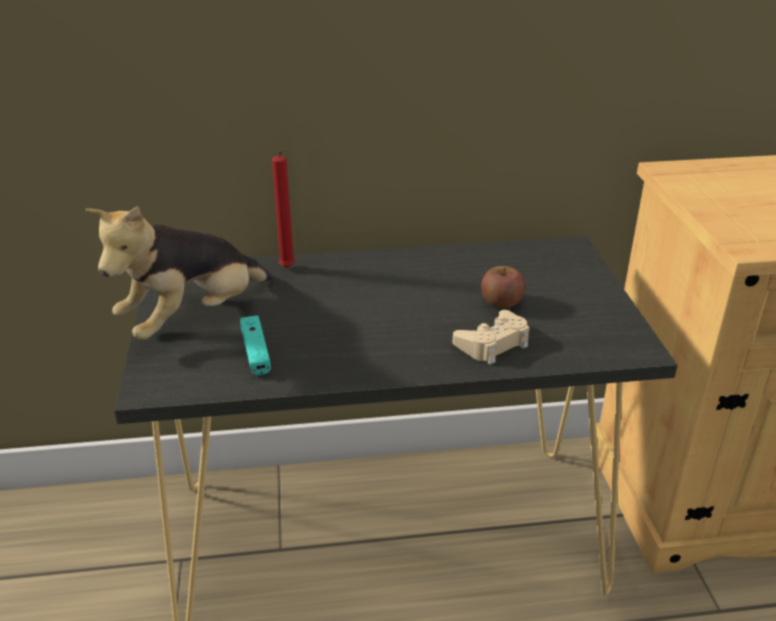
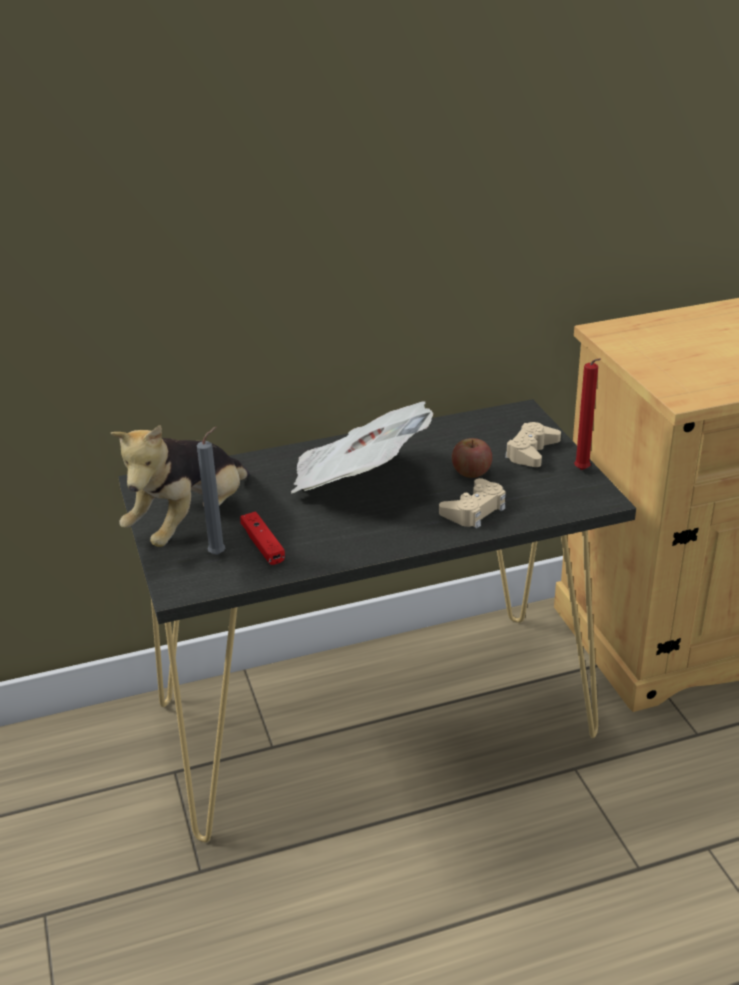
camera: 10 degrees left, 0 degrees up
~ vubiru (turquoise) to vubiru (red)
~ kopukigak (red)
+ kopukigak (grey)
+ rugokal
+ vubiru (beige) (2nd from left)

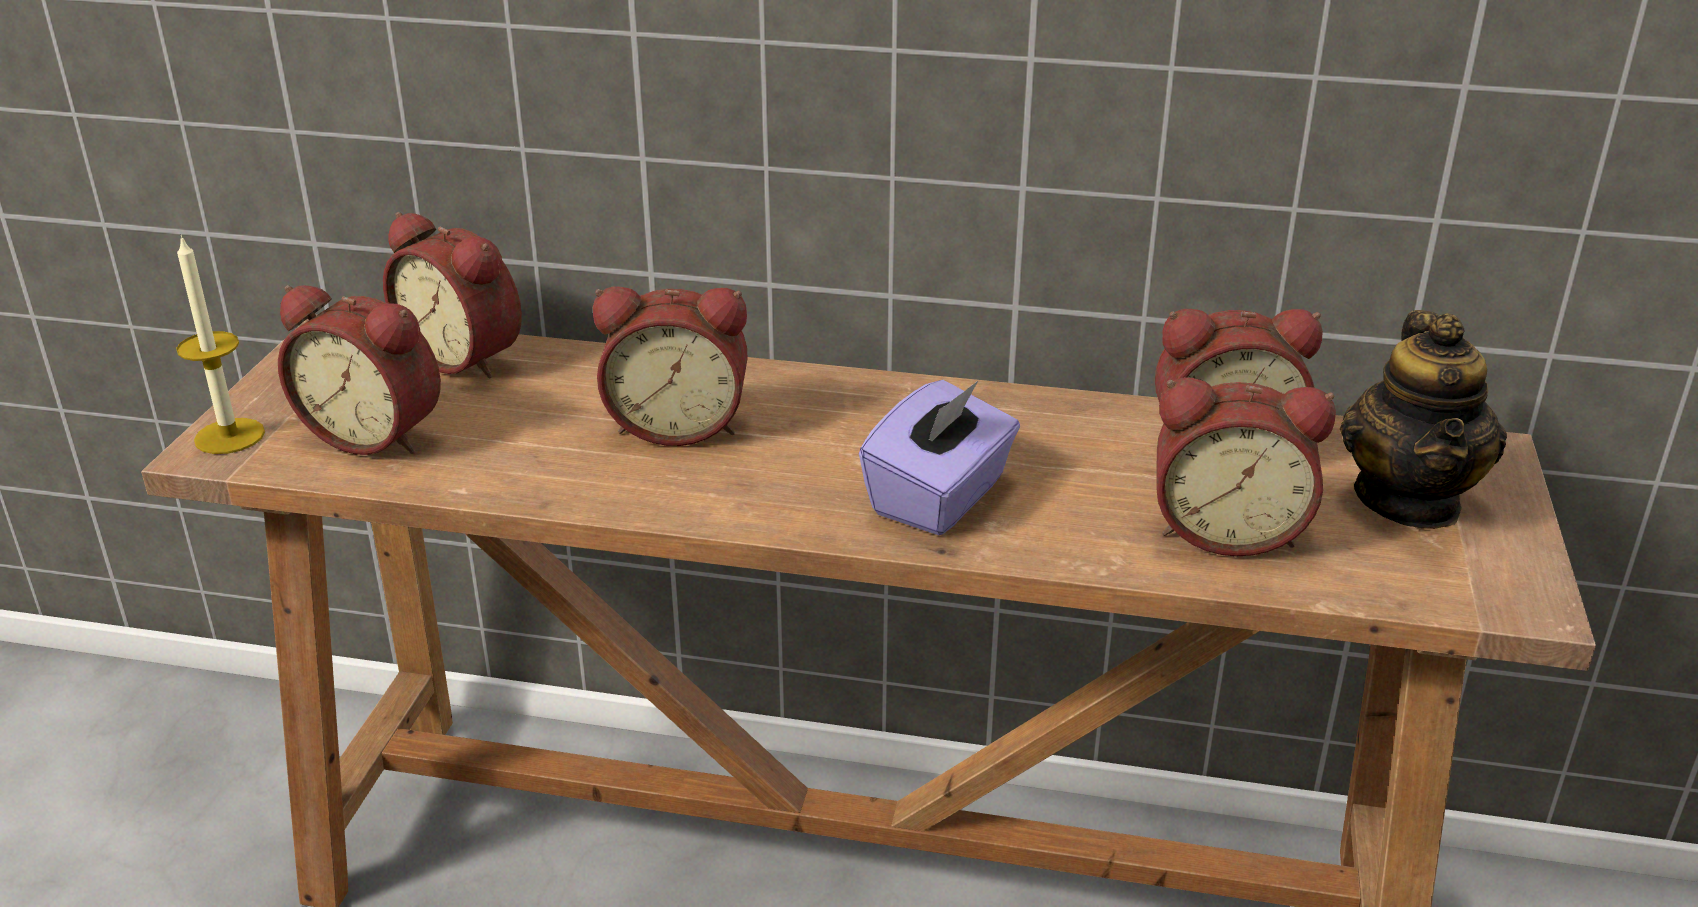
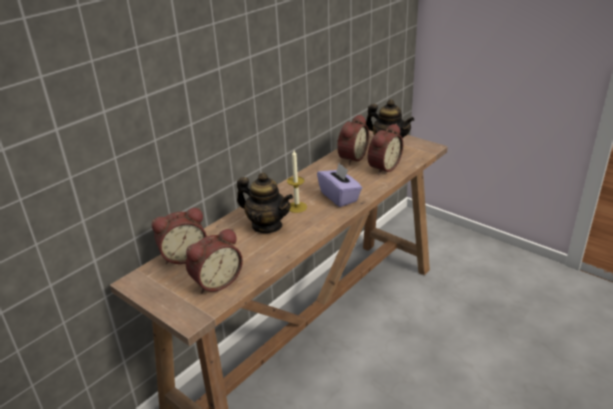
camera: 60 degrees left, 0 degrees up
~ kopukigak
~ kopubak (3rd from left) to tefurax (1st from left)

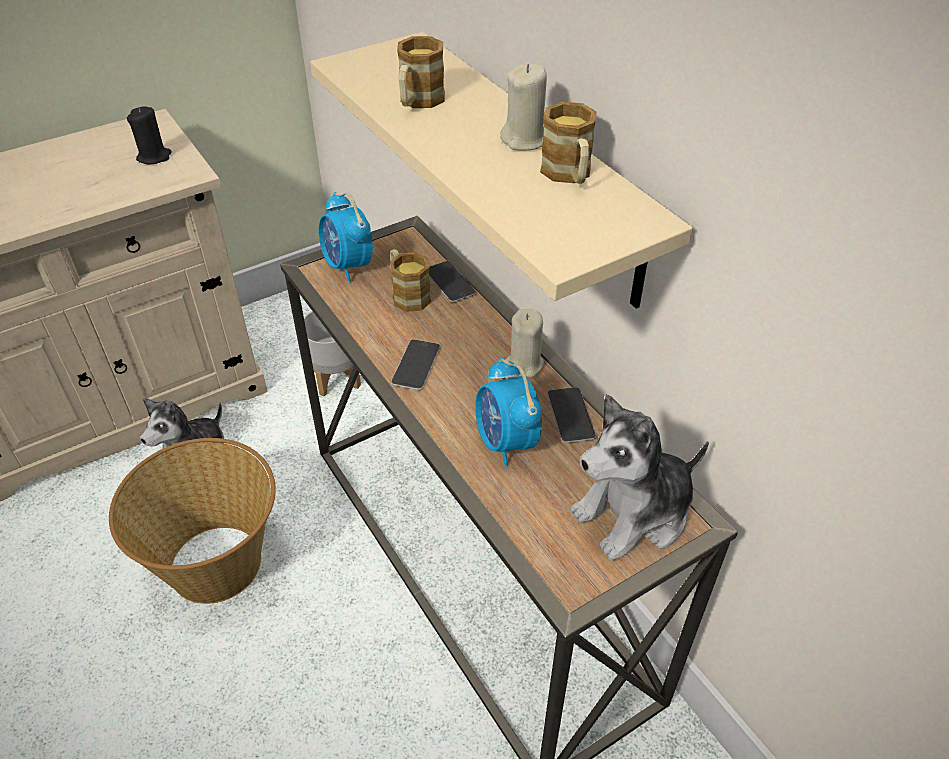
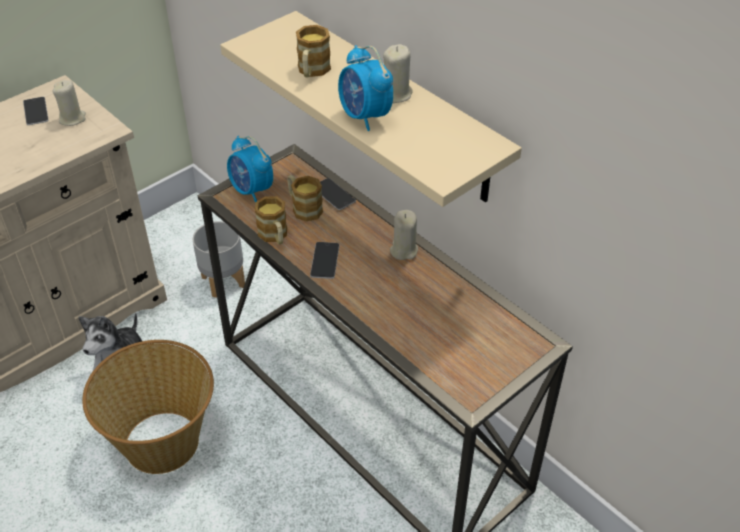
camera: 10 degrees left, 0 degrees up
~ kopukigak (black) to kopukigak (beige) (1st from left)
~ kopubak (2nd from left)
~ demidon (3rd from left in the first image) to demidon (1st from left)
~ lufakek (3rd from left in the first image) to lufakek (1st from left)
- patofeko (2nd from left)

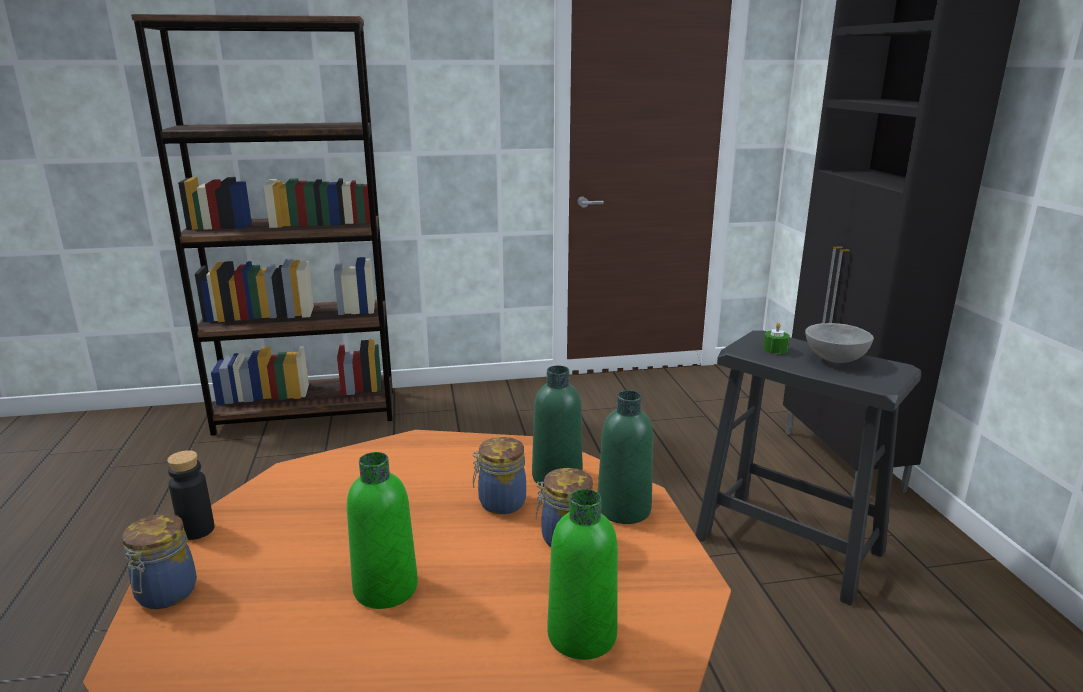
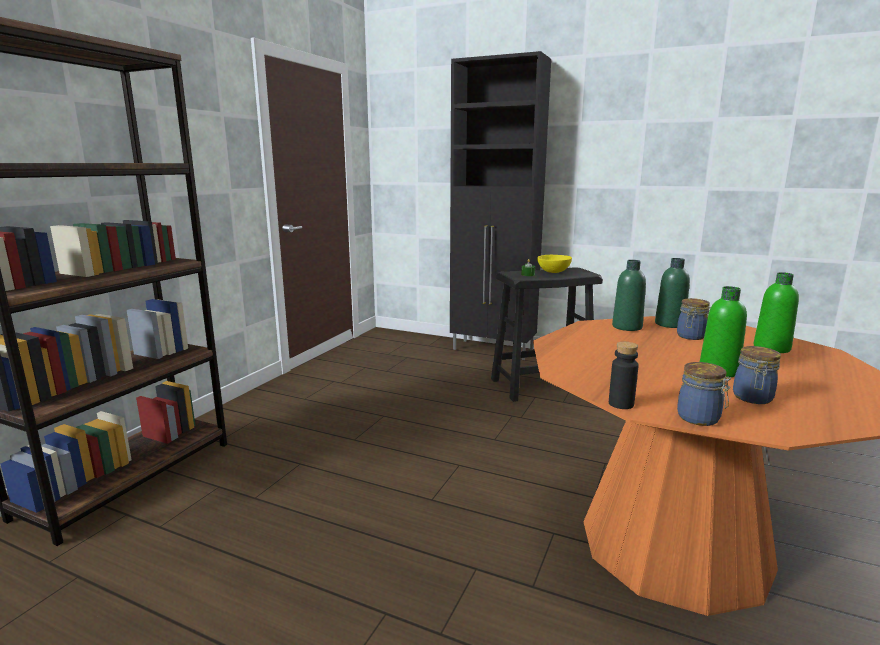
camera: 55 degrees left, 5 degrees down
~ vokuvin (2nd from left in the first image) to vokuvin (3rd from left)
~ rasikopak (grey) to rasikopak (yellow)

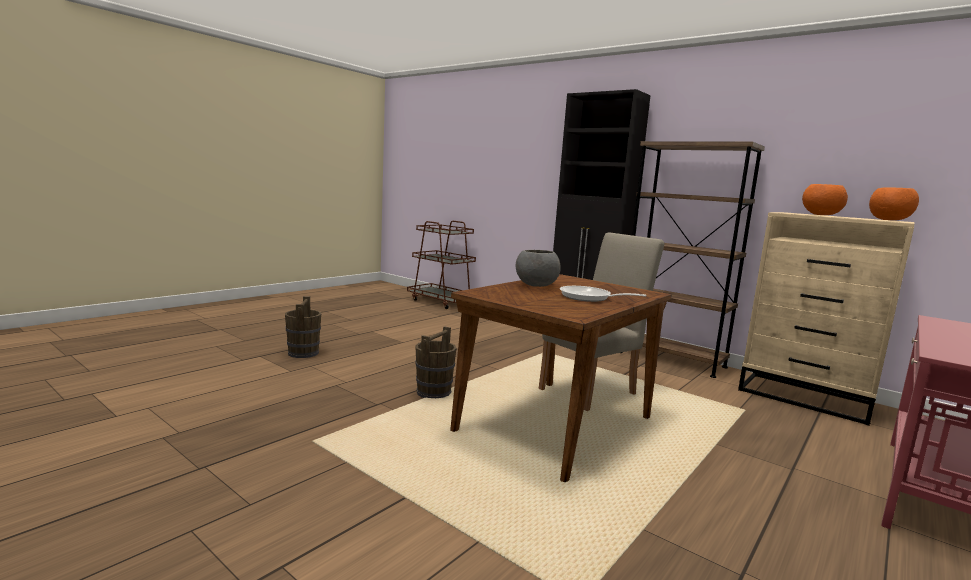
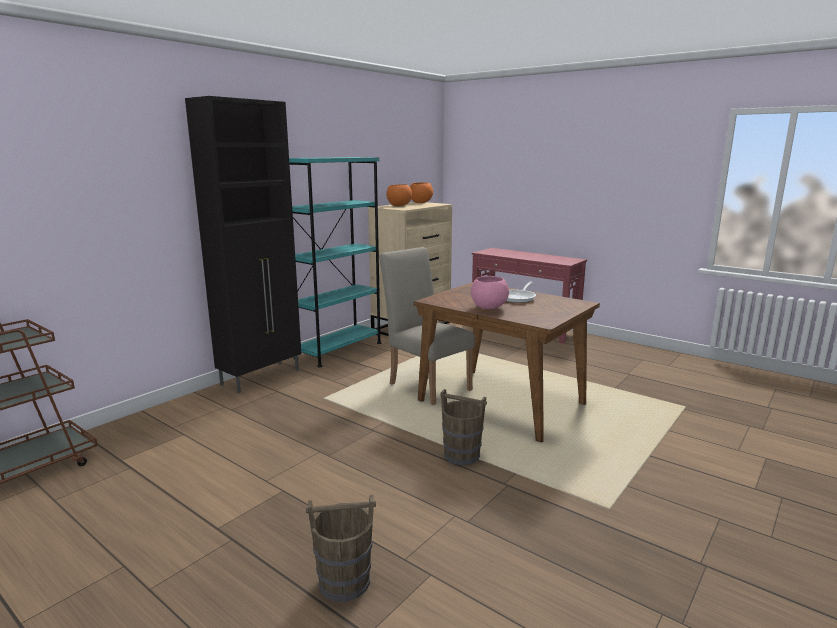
camera: 90 degrees left, 5 degrees up
~ rasikopak (grey) to rasikopak (pink)
~ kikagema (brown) to kikagema (turquoise)

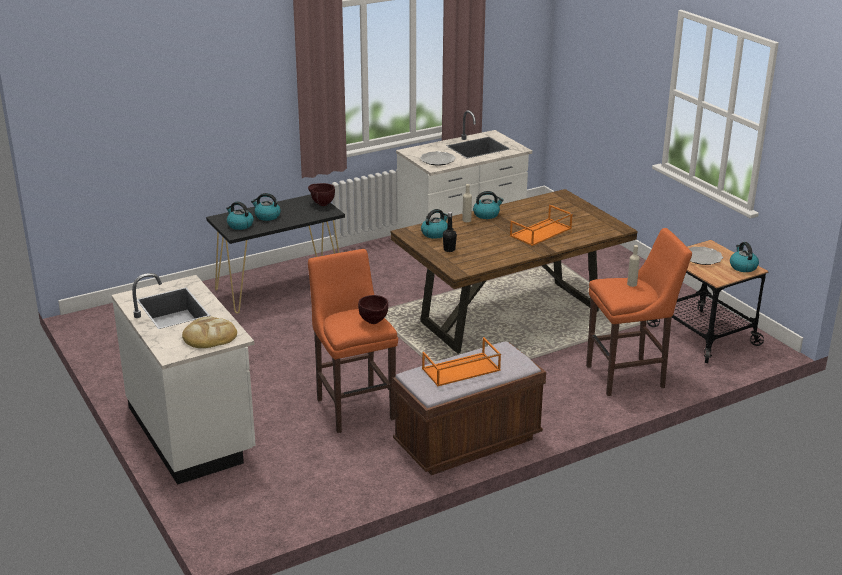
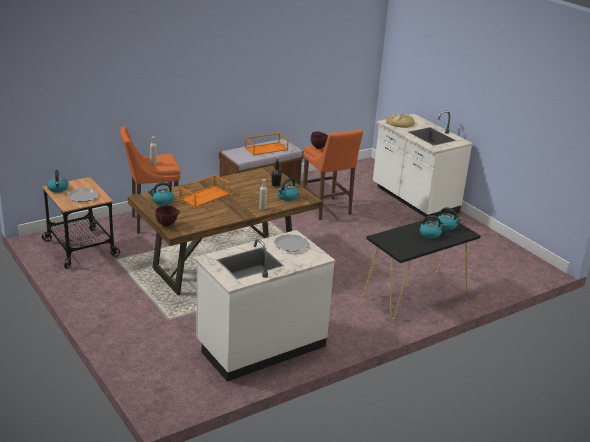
camera: 175 degrees right, 0 degrees up
~ rasikopak (brown) (1st from left)
~ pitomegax (4th from left in the first image) to pitomegax (2nd from left)

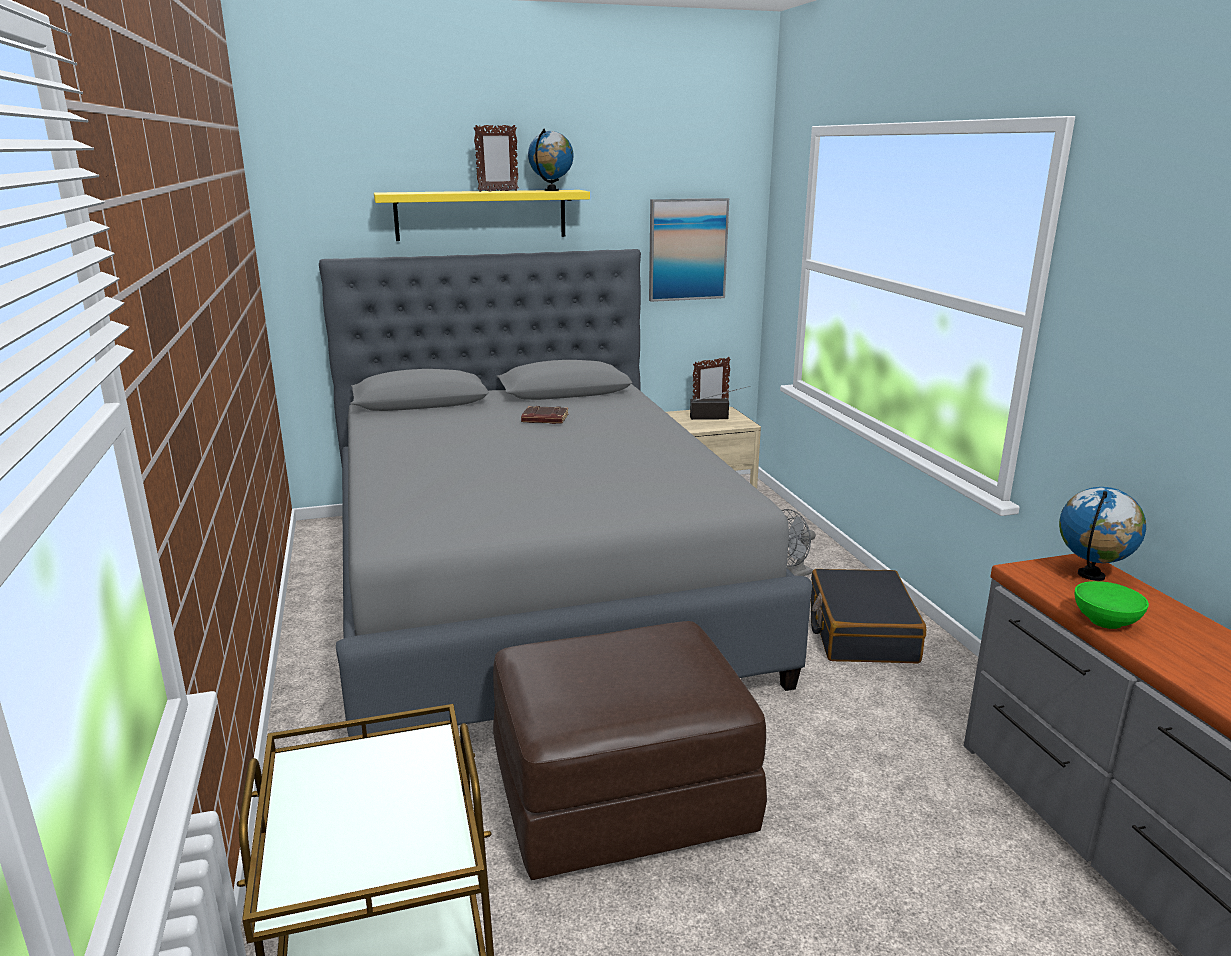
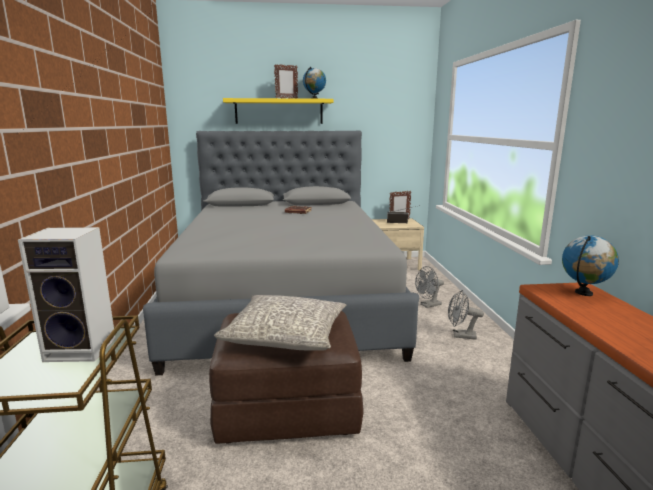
camera: 10 degrees right, 5 degrees down
- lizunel
~ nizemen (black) to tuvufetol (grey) (2nd from left)
- rasikopak (green)
+ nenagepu
+ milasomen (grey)

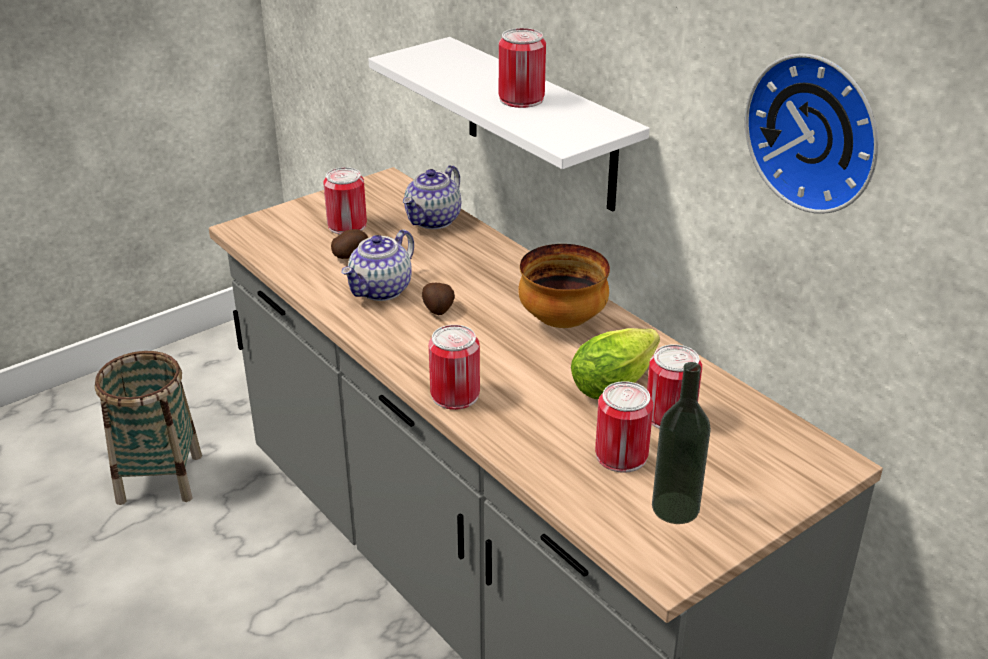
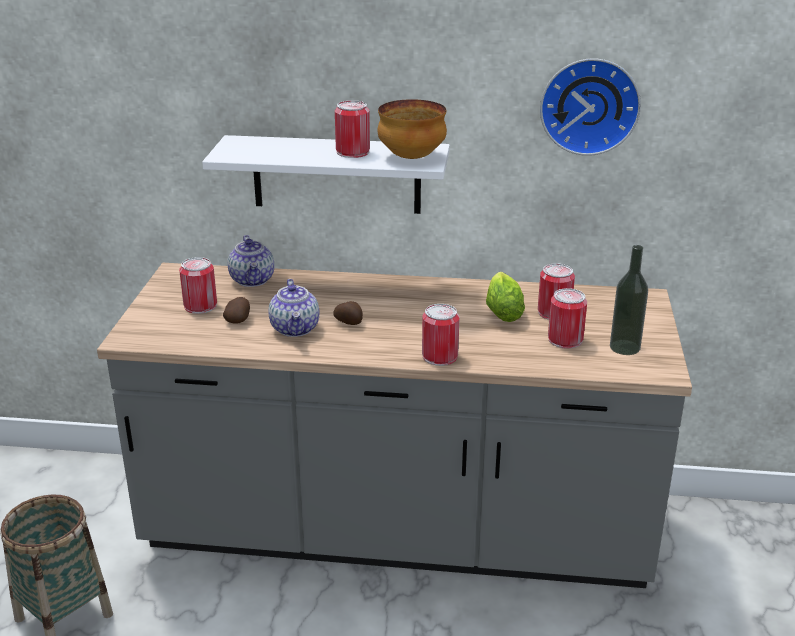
camera: 45 degrees left, 5 degrees down
~ rasikopak

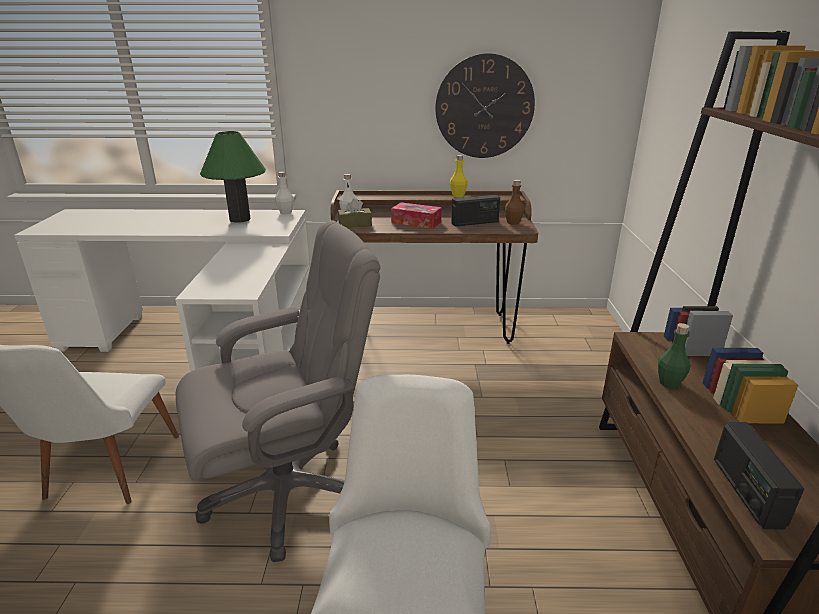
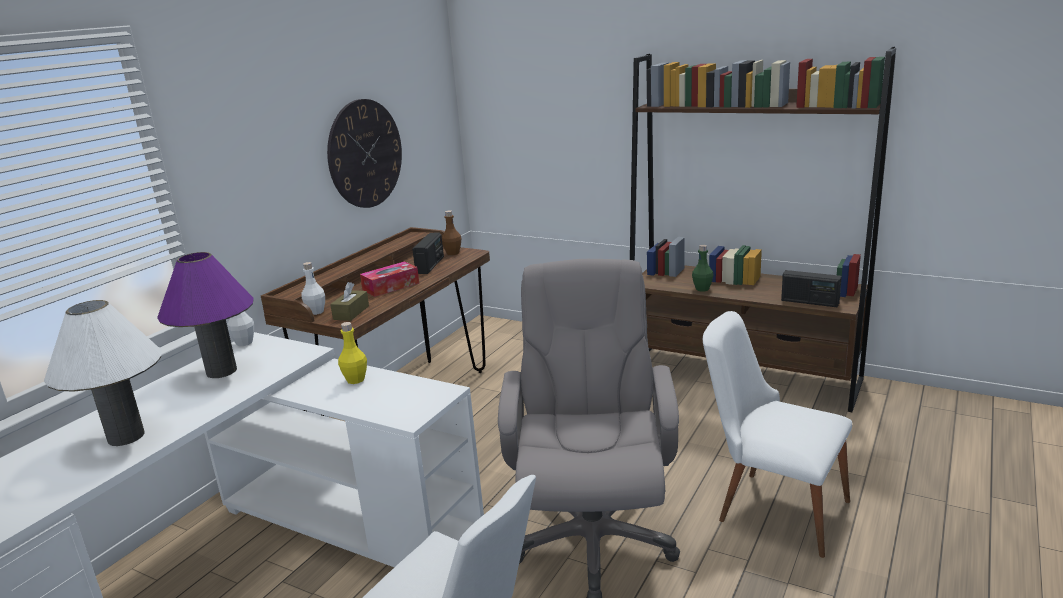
camera: 60 degrees left, 5 degrees down
~ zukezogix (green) to zukezogix (purple)
~ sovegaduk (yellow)
+ zukezogix (white)

